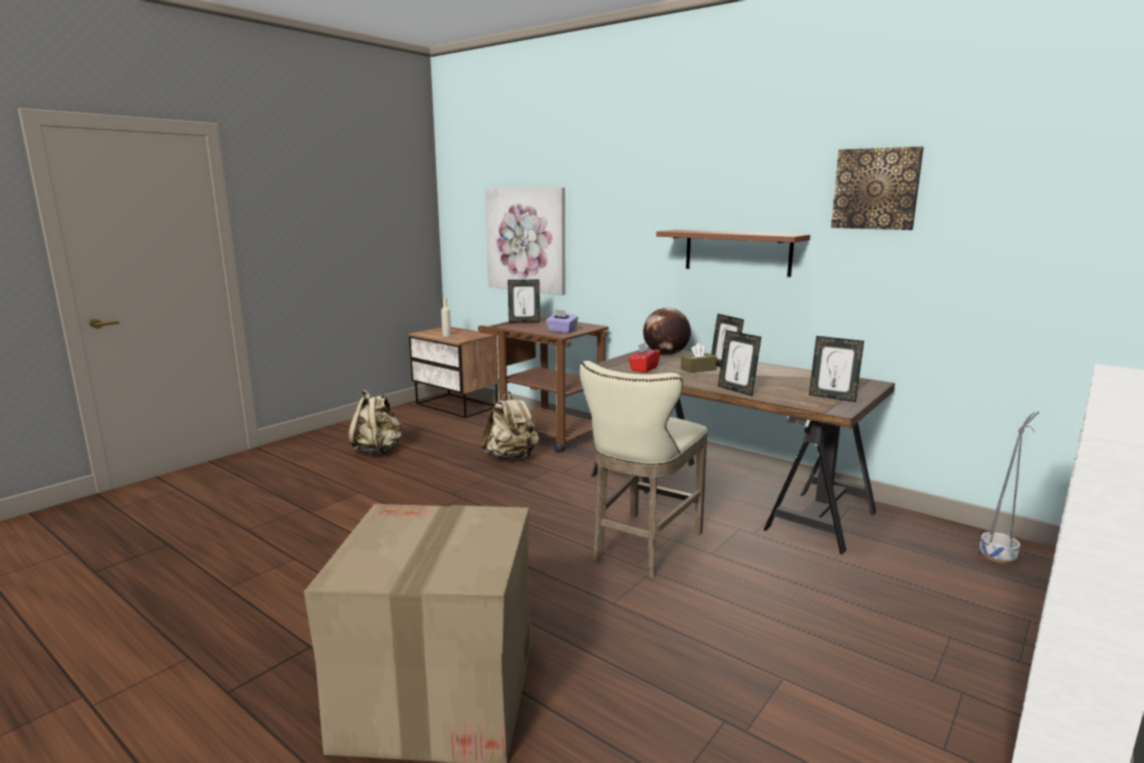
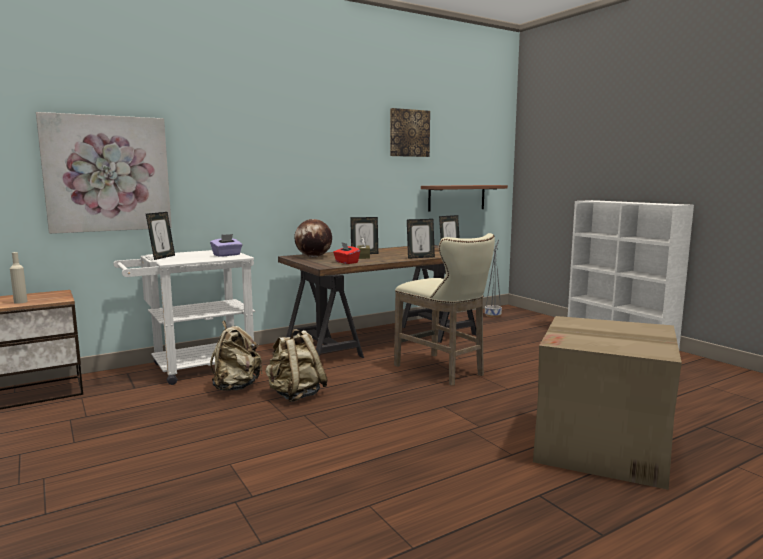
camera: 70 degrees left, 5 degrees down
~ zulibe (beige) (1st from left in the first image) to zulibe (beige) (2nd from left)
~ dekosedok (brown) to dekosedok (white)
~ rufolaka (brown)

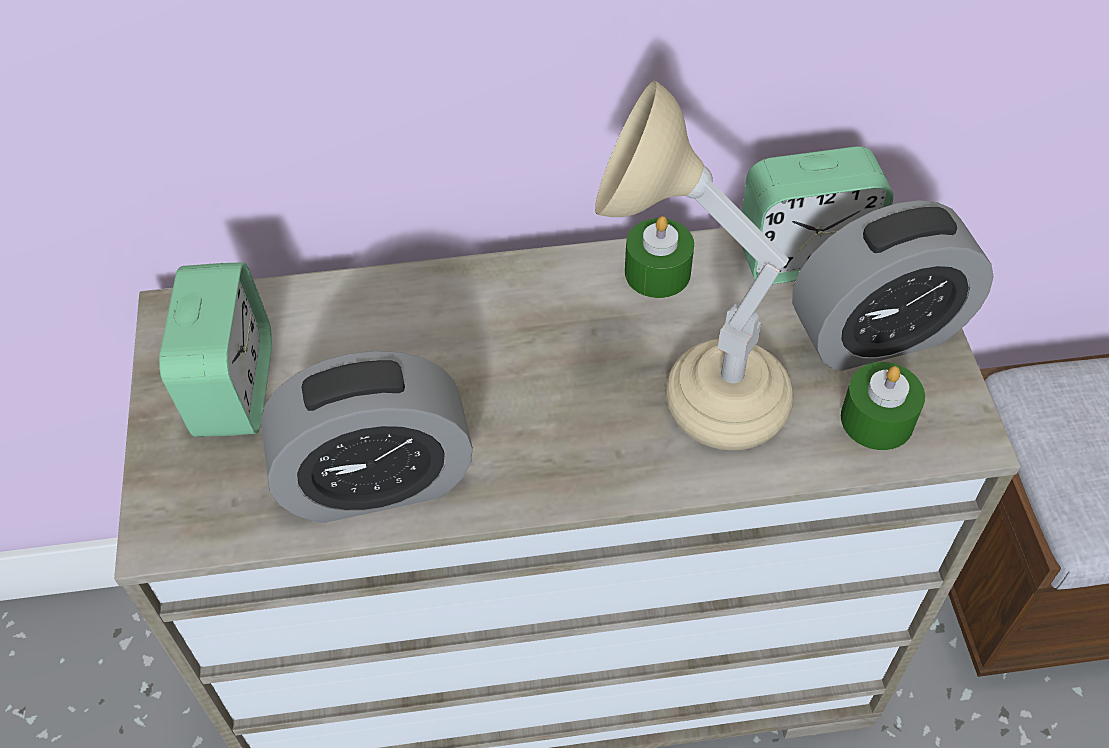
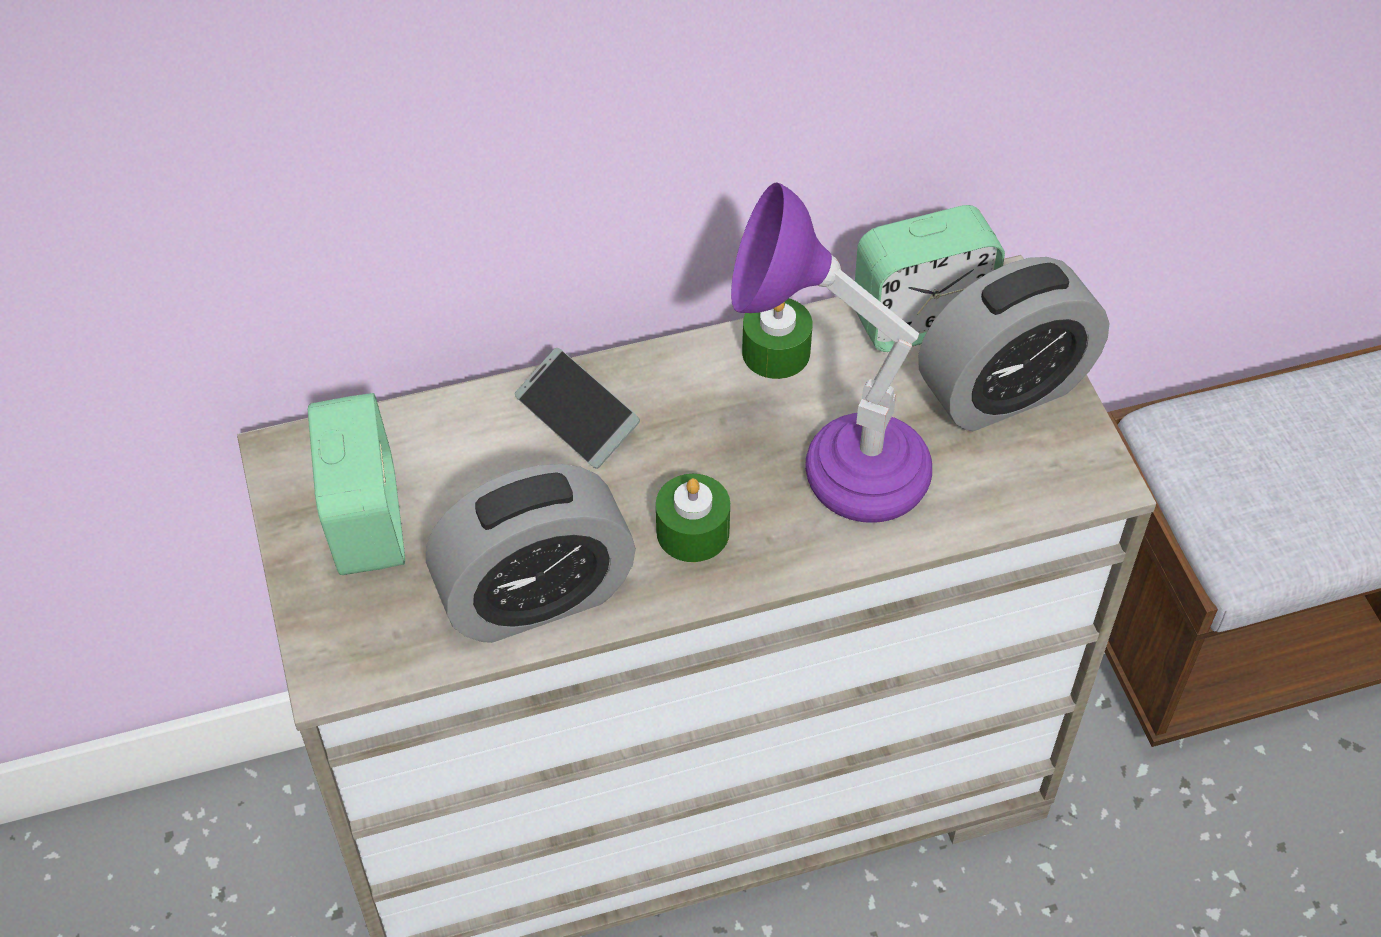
camera: 10 degrees left, 0 degrees up
~ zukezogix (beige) to zukezogix (purple)
~ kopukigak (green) (2nd from left in the first image) to kopukigak (green) (1st from left)
+ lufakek

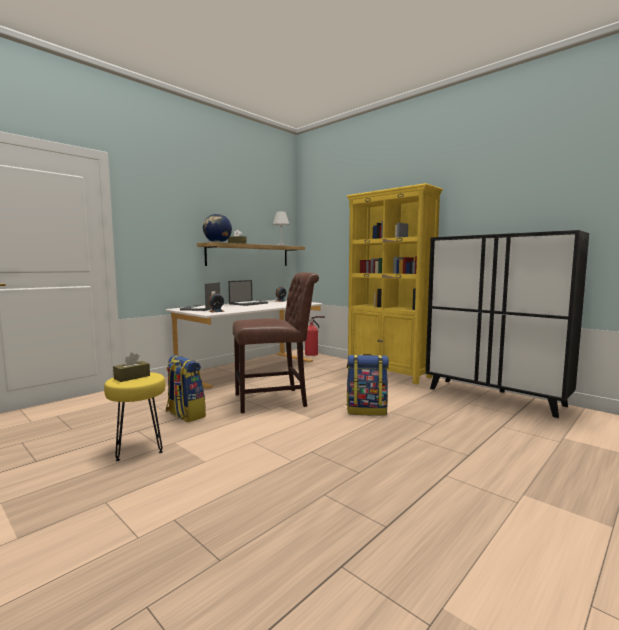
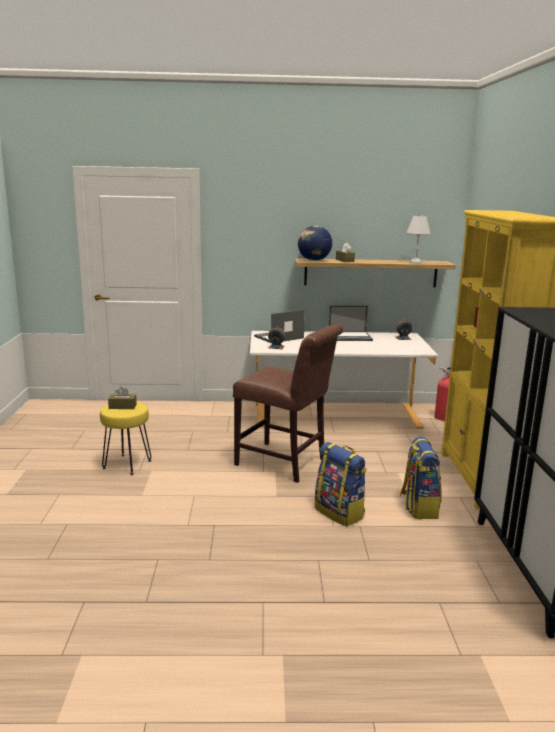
camera: 45 degrees right, 10 degrees up
~ zulibe (1st from left in the first image) to zulibe (2nd from left)

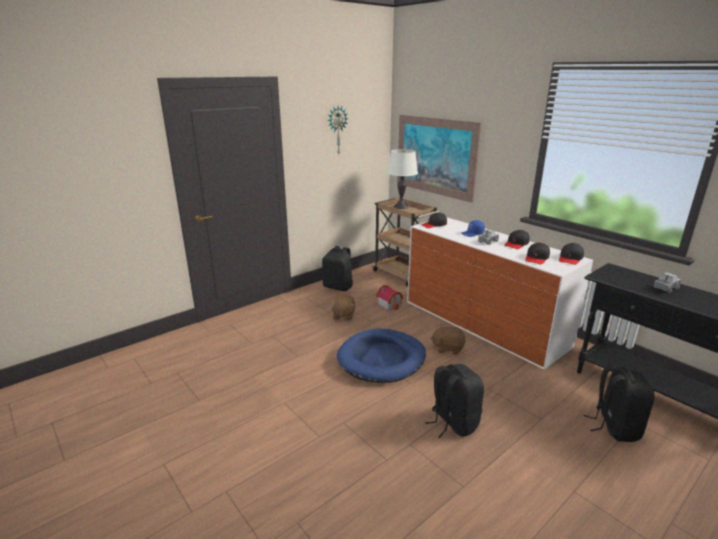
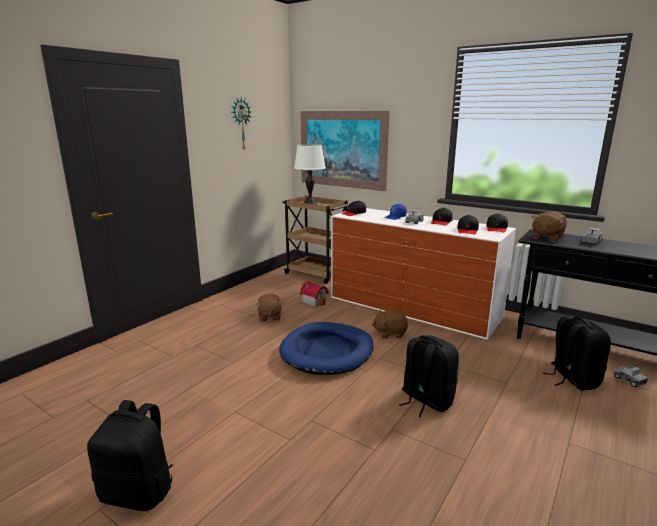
camera: 15 degrees left, 5 degrees down
~ zulibe (black) (1st from left)
+ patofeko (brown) (3rd from left)
+ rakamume (3rd from left)

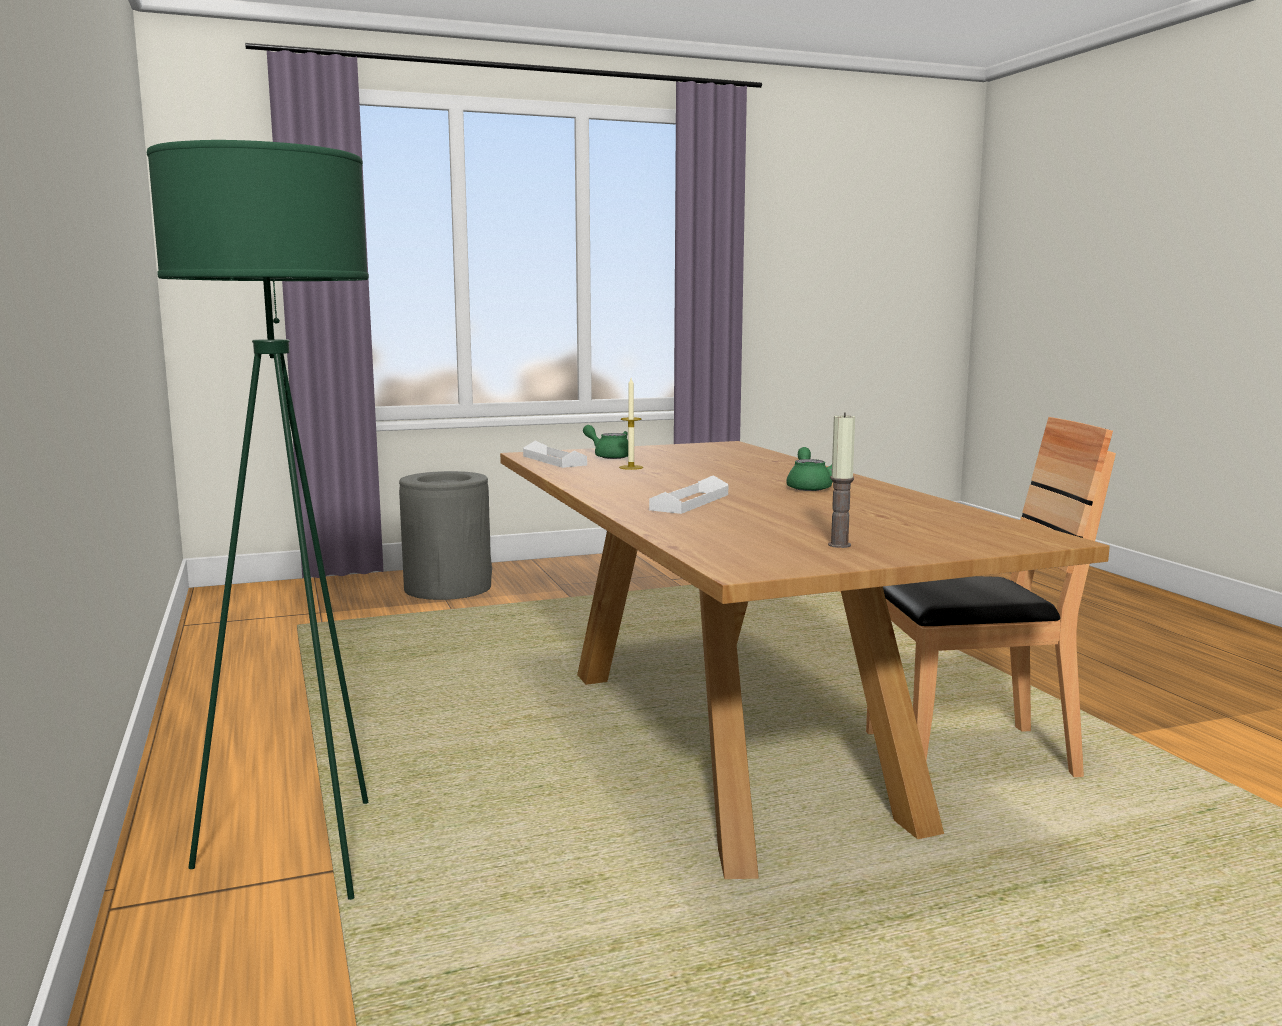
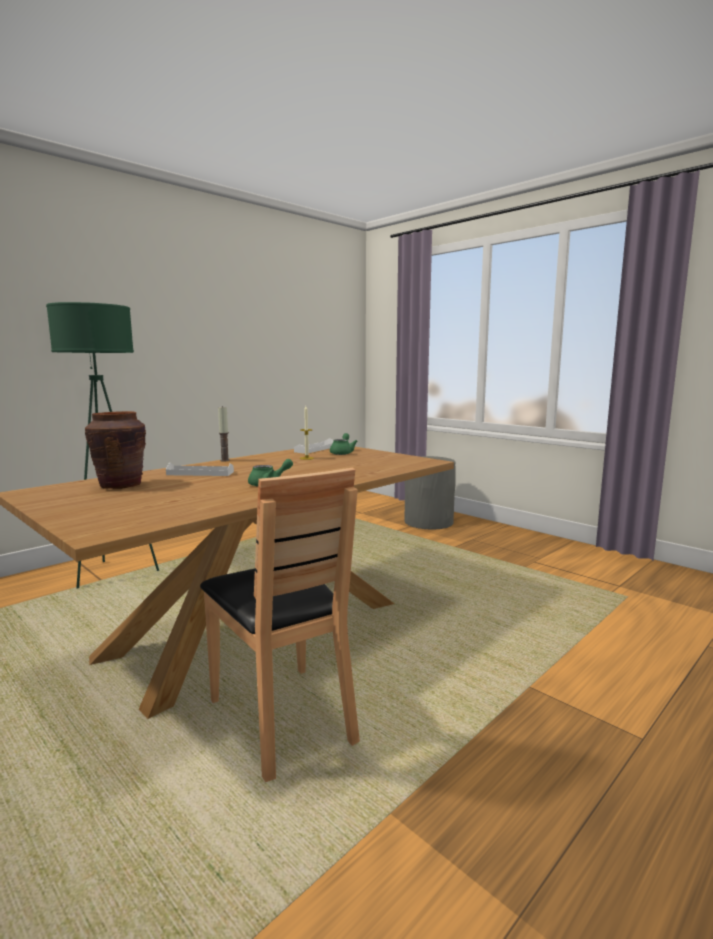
camera: 65 degrees right, 0 degrees up
~ kopukigak (2nd from left in the first image) to kopukigak (1st from left)
+ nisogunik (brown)

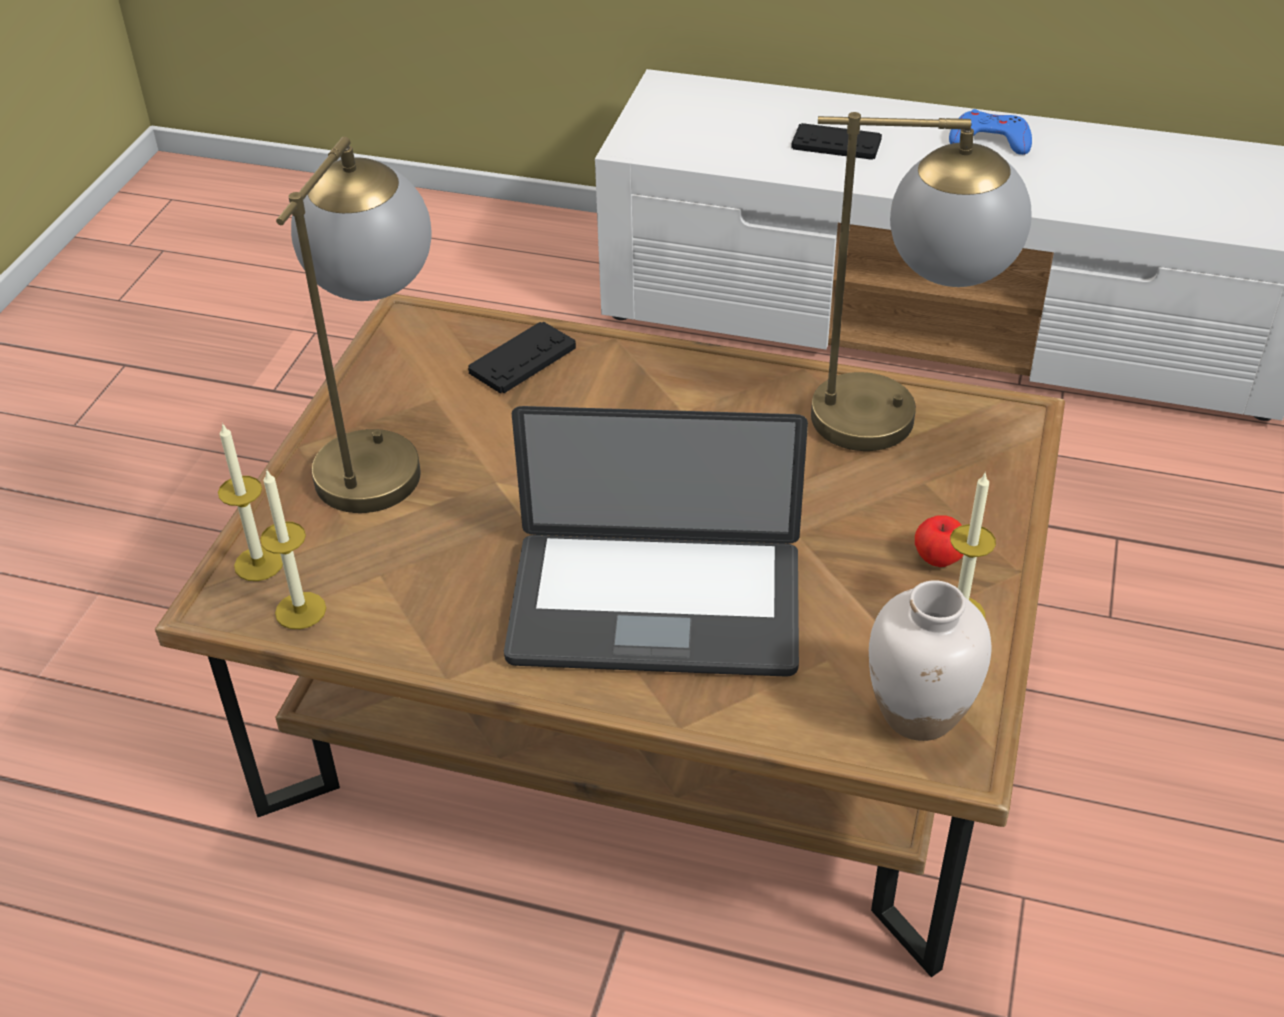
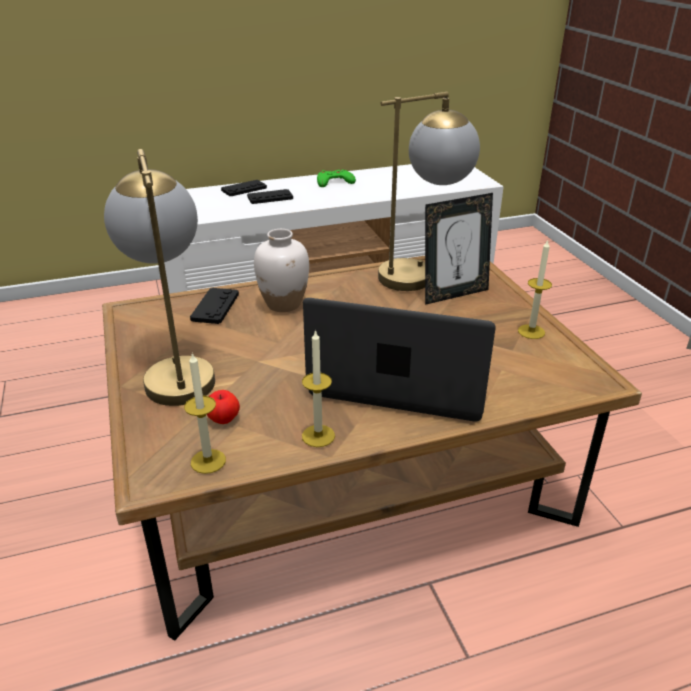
camera: 35 degrees left, 10 degrees down
~ kopukigak (1st from left in the first image) to kopukigak (2nd from left)
~ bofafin 135 degrees counterclockwise
~ nisogunik (white)
~ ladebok
~ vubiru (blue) to vubiru (green)
+ vubiru (black) (2nd from left)
+ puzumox

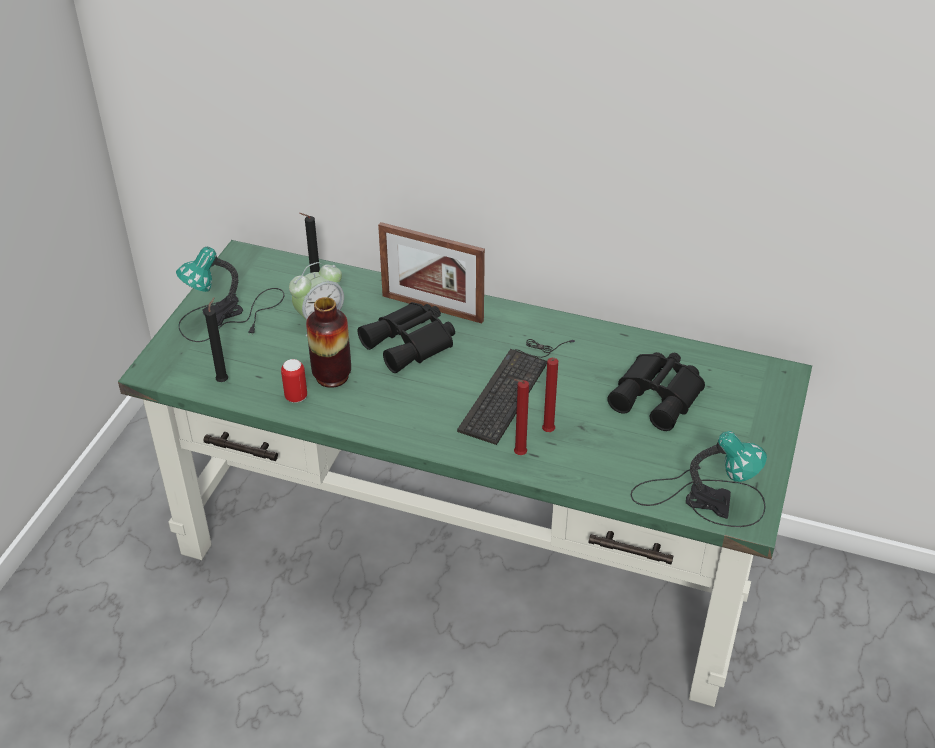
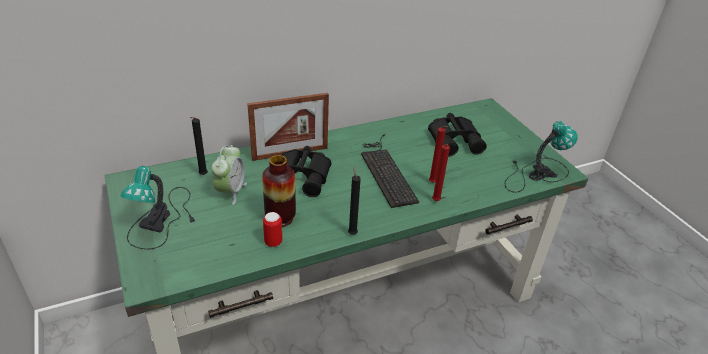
camera: 45 degrees left, 5 degrees down
~ kopukigak (black) (1st from left in the first image) to kopukigak (black) (2nd from left)

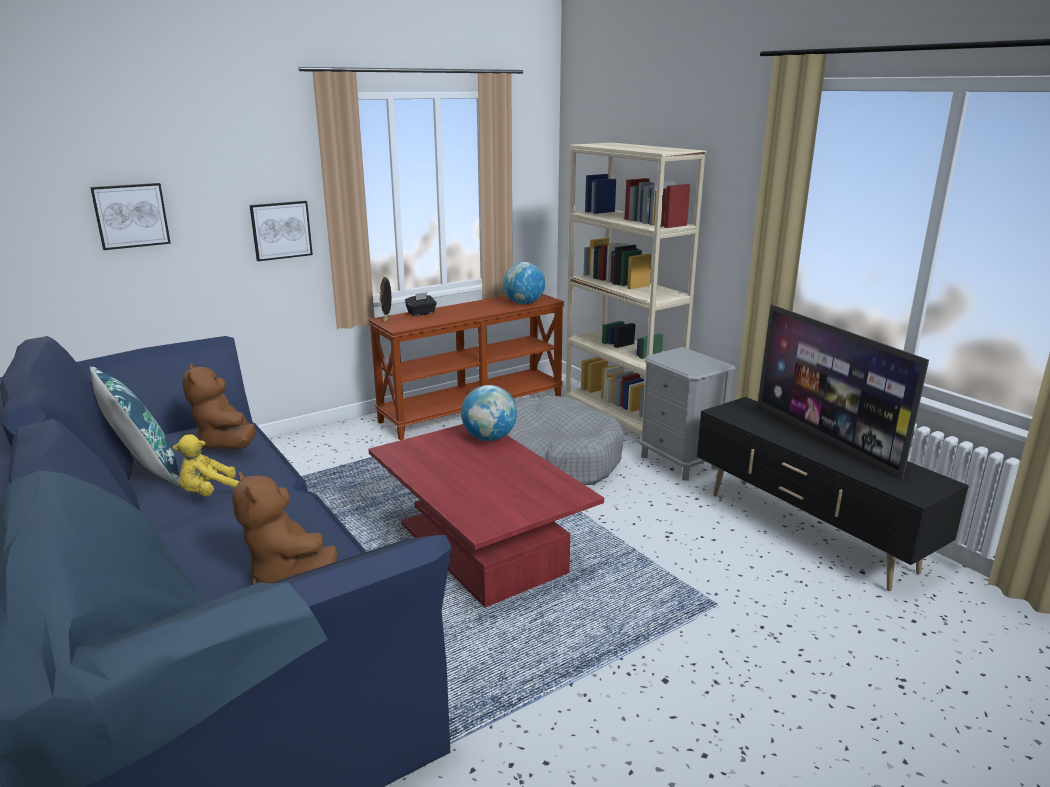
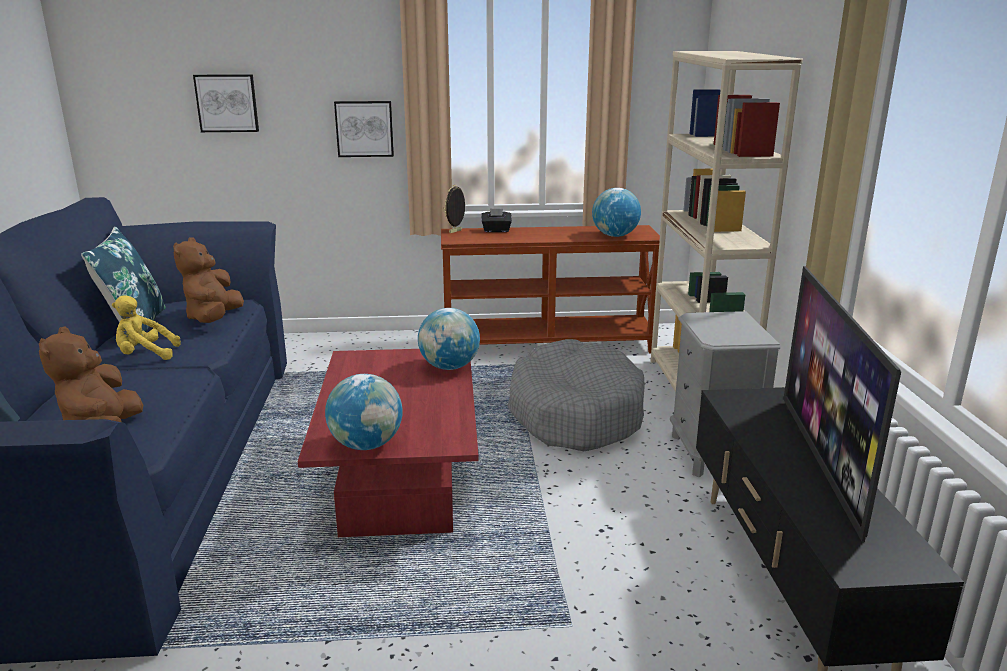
camera: 30 degrees right, 0 degrees up
+ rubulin (1st from left)

